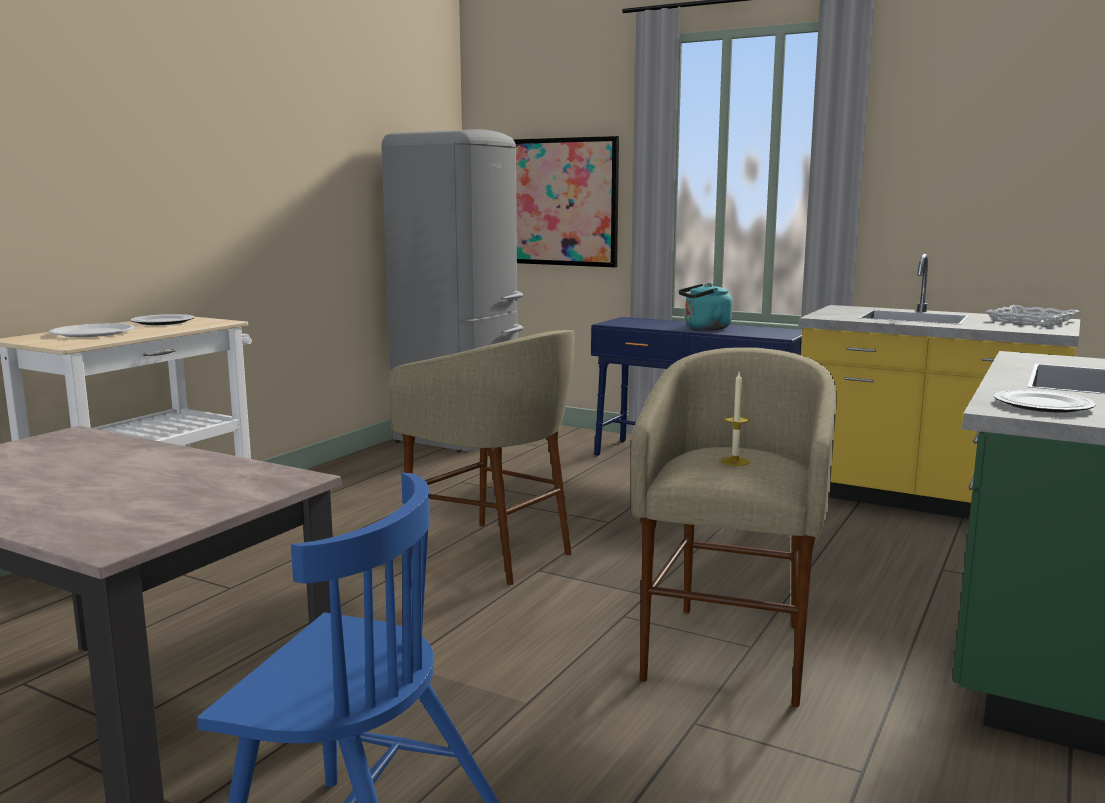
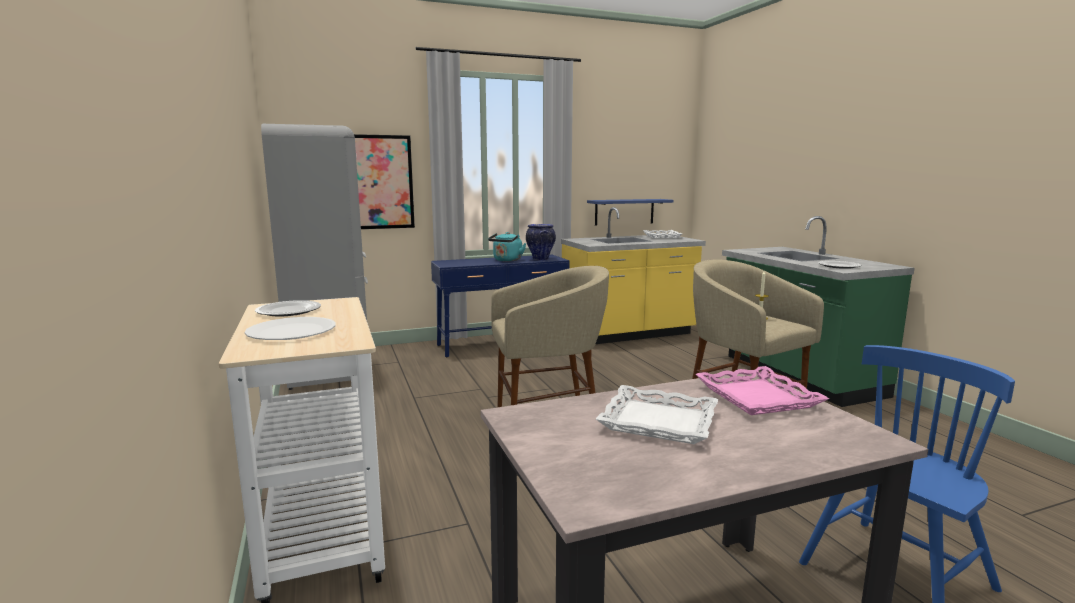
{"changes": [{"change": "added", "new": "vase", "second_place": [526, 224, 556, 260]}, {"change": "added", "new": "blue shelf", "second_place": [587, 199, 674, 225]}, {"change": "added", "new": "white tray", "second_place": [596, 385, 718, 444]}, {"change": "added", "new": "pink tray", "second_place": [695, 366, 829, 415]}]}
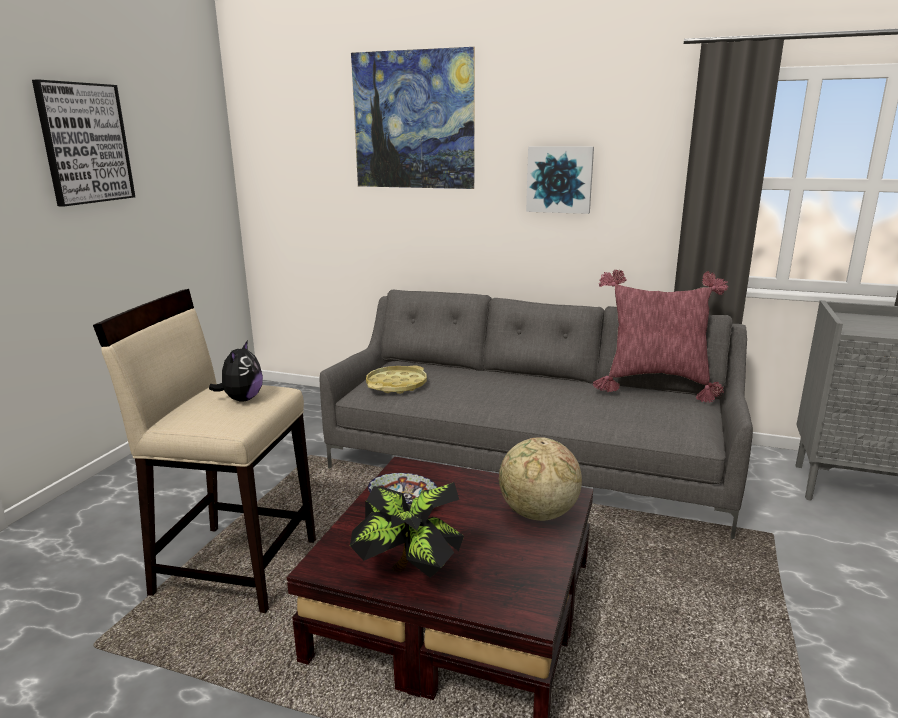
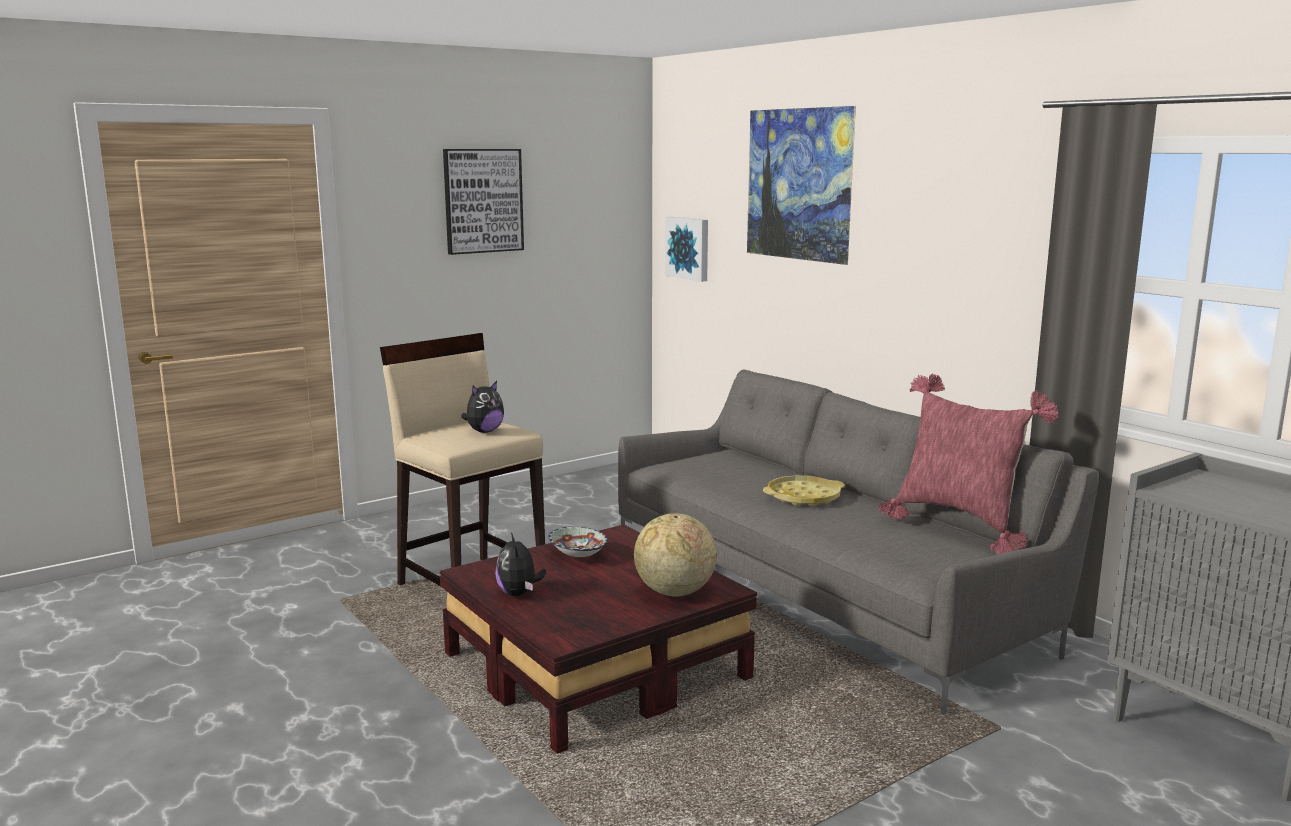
{"changes": [{"change": "replaced", "old": "potted plant", "new": "plush toy", "first_place": [350, 482, 464, 578], "second_place": [495, 533, 546, 596]}, {"change": "moved", "old": "yellow tray", "first_place": [366, 365, 427, 394], "second_place": [763, 476, 845, 506]}, {"change": "moved", "old": "picture", "first_place": [526, 146, 594, 214], "second_place": [665, 217, 708, 282]}]}
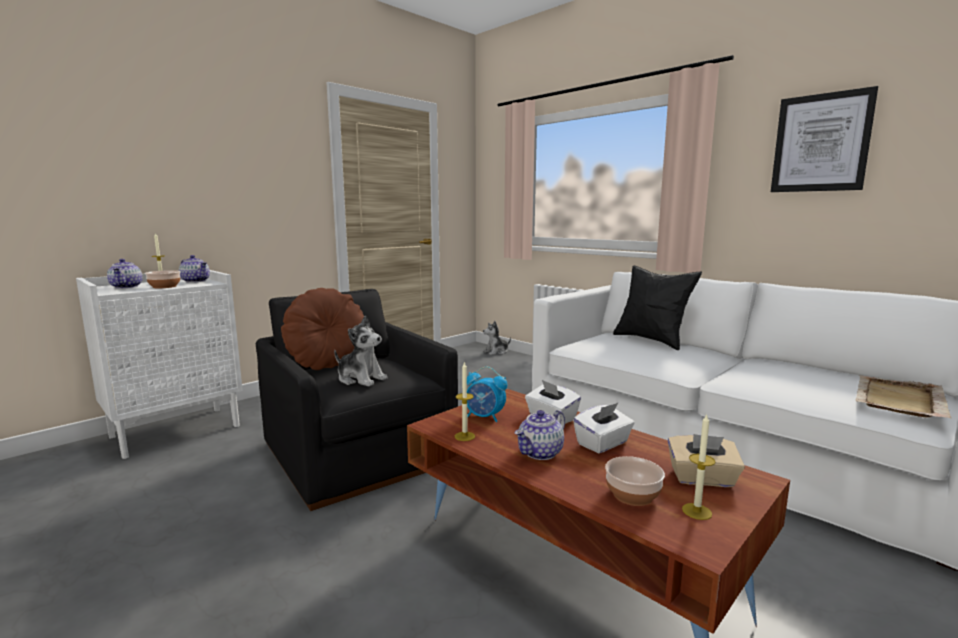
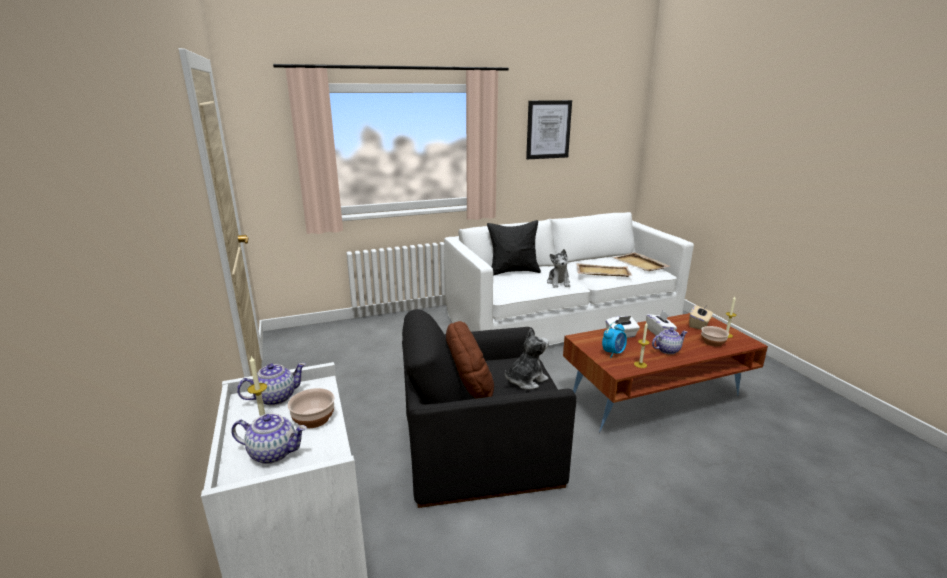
{"changes": [{"change": "moved", "old": "plush toy", "first_place": [483, 321, 511, 355], "second_place": [547, 249, 570, 288]}, {"change": "turned", "old": "teapot", "first_place": [515, 410, 565, 460], "second_place": [652, 328, 687, 354], "degrees": -90}, {"change": "added", "new": "beige tray", "second_place": [576, 263, 632, 277]}]}
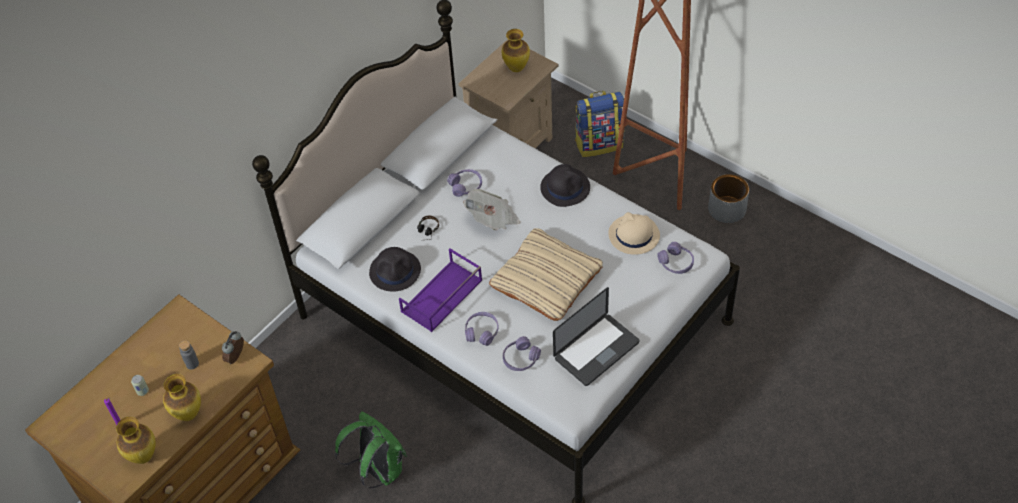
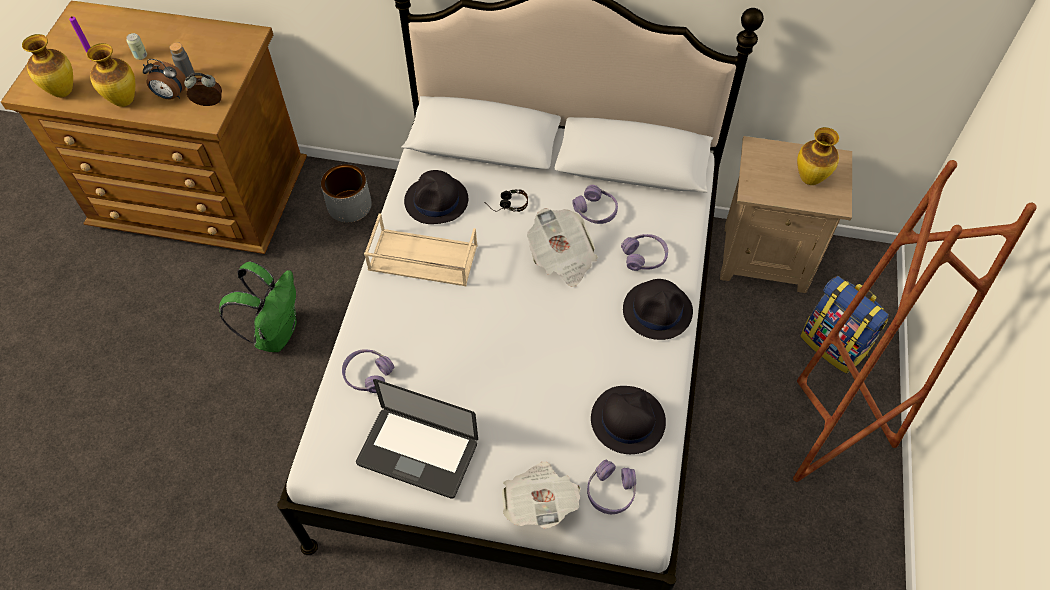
{"changes": [{"change": "recoloured", "old": "purple tray", "new": "beige tray", "first_place": [399, 249, 482, 332], "second_place": [364, 213, 478, 286]}, {"change": "moved", "old": "purple headphones", "first_place": [465, 312, 498, 346], "second_place": [621, 234, 668, 271]}, {"change": "removed", "old": "beige pillow", "first_place": [489, 228, 603, 321]}, {"change": "recoloured", "old": "beige hat", "new": "black hat", "first_place": [608, 212, 660, 255], "second_place": [591, 386, 666, 454]}, {"change": "moved", "old": "grey planter", "first_place": [708, 174, 749, 223], "second_place": [321, 164, 372, 223]}, {"change": "added", "new": "alarm clock", "second_place": [143, 59, 186, 99]}, {"change": "added", "new": "newspaper", "second_place": [502, 462, 581, 529]}]}
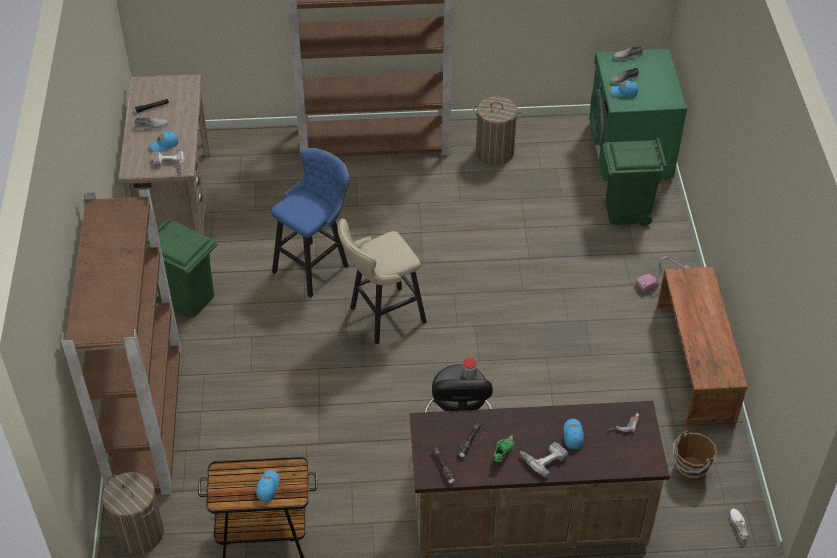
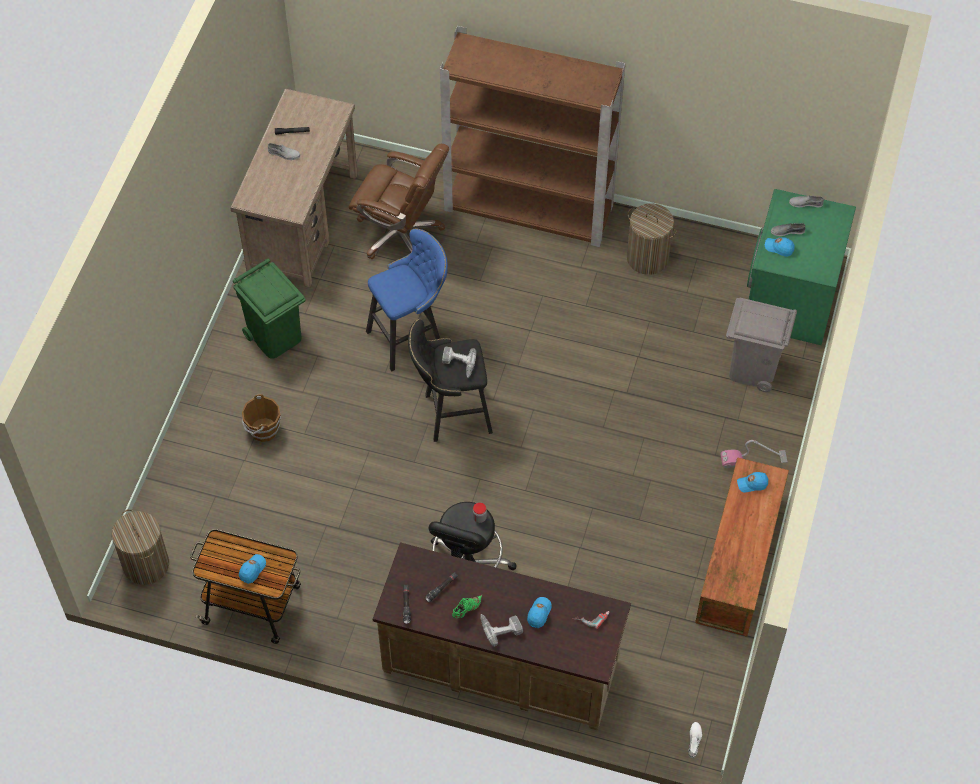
{"changes": [{"change": "removed", "old": "brown bookcase", "first_place": [61, 189, 182, 495]}, {"change": "moved", "old": "blue cap", "first_place": [150, 131, 178, 152], "second_place": [737, 472, 768, 493]}, {"change": "moved", "old": "power drill", "first_place": [153, 148, 185, 171], "second_place": [442, 347, 476, 378]}, {"change": "recoloured", "old": "beige stool", "new": "black stool", "first_place": [337, 218, 427, 344], "second_place": [408, 319, 493, 442]}, {"change": "recoloured", "old": "green trash can", "new": "grey trash can", "first_place": [603, 138, 667, 226], "second_place": [726, 298, 797, 392]}, {"change": "moved", "old": "brown bucket", "first_place": [672, 431, 717, 481], "second_place": [242, 394, 281, 442]}, {"change": "added", "new": "brown office chair", "second_place": [349, 144, 449, 259]}]}
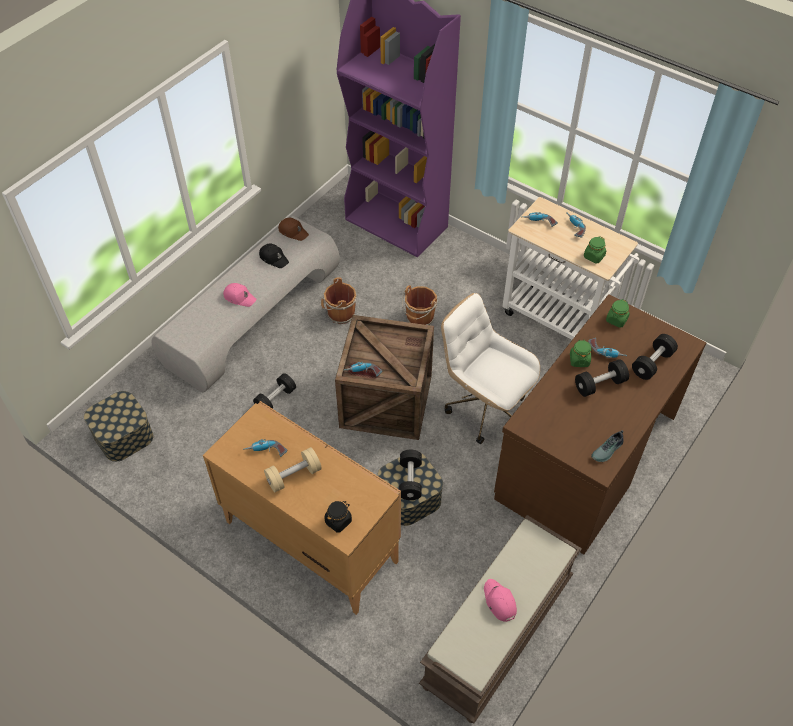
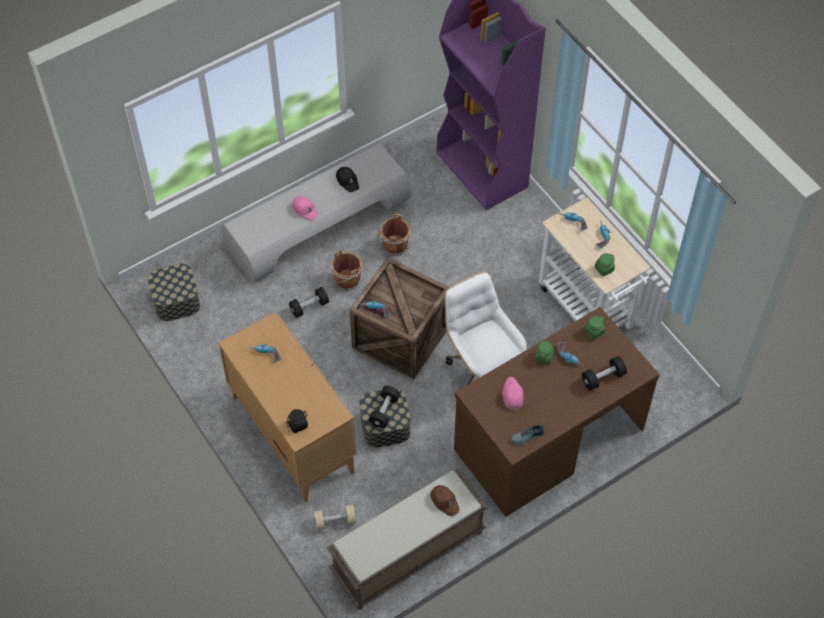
{"changes": [{"change": "moved", "old": "beige dumbbell", "first_place": [264, 447, 322, 492], "second_place": [314, 505, 356, 530]}, {"change": "moved", "old": "brown cap", "first_place": [278, 218, 309, 241], "second_place": [430, 485, 460, 516]}, {"change": "moved", "old": "brown bucket", "first_place": [402, 285, 438, 325], "second_place": [329, 250, 363, 291]}, {"change": "moved", "old": "pink cap", "first_place": [484, 579, 517, 622], "second_place": [502, 377, 524, 410]}, {"change": "removed", "old": "black dumbbell", "first_place": [575, 359, 629, 397]}]}
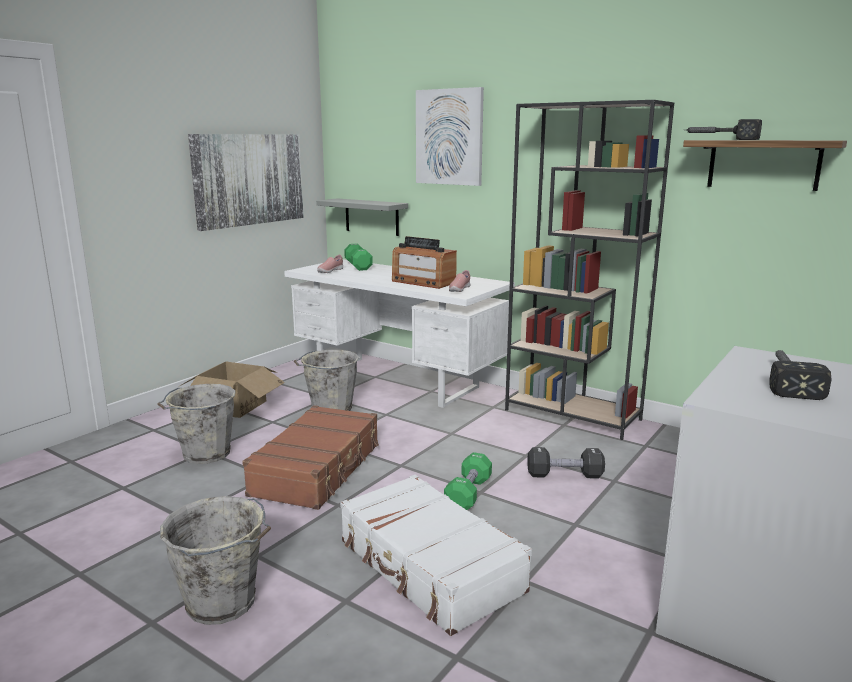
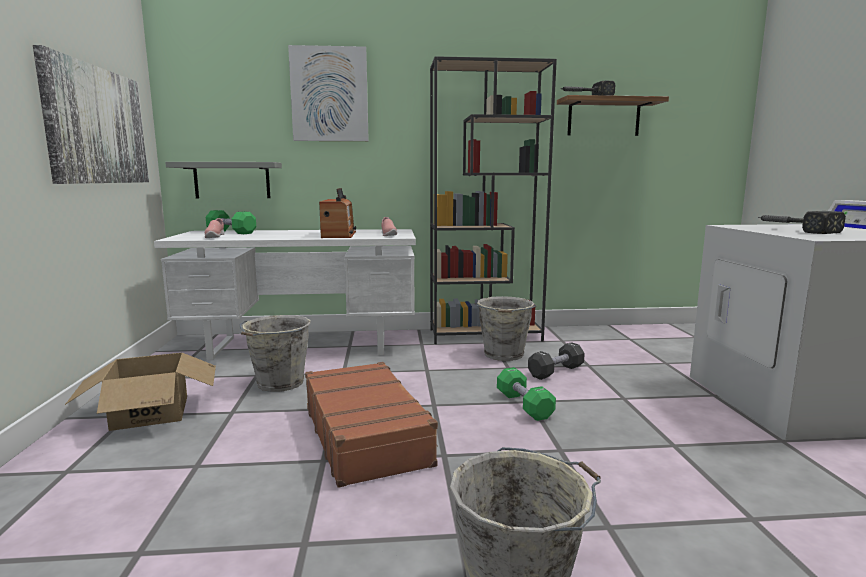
{"changes": [{"change": "moved", "old": "grey bucket", "first_place": [157, 384, 236, 464], "second_place": [474, 296, 536, 361]}, {"change": "removed", "old": "white suitcase", "first_place": [340, 475, 532, 636]}, {"change": "turned", "old": "radio", "first_place": [392, 236, 457, 289], "second_place": [319, 188, 356, 238], "degrees": -90}]}
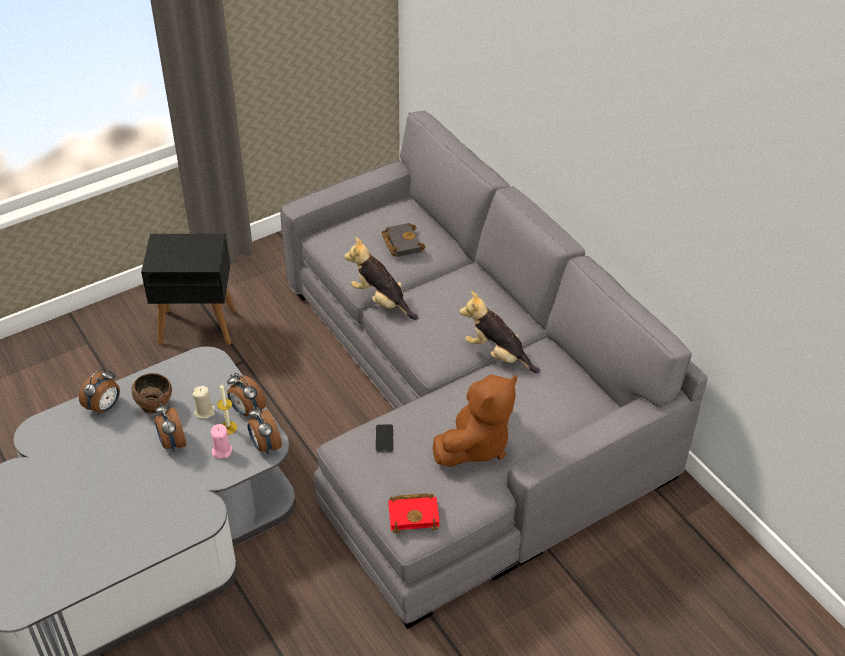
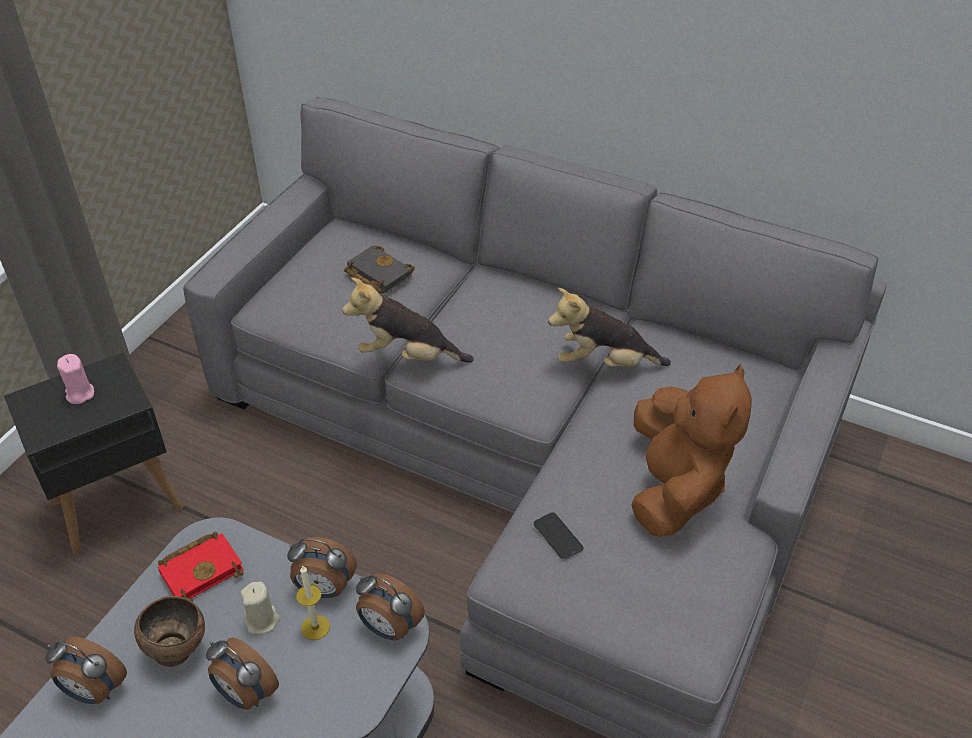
{"changes": [{"change": "turned", "old": "alarm clock", "first_place": [79, 369, 120, 415], "second_place": [45, 637, 127, 704], "degrees": 105}, {"change": "moved", "old": "pink candle", "first_place": [211, 424, 232, 459], "second_place": [57, 354, 94, 404]}, {"change": "moved", "old": "red book", "first_place": [388, 493, 440, 533], "second_place": [158, 532, 244, 601]}]}
